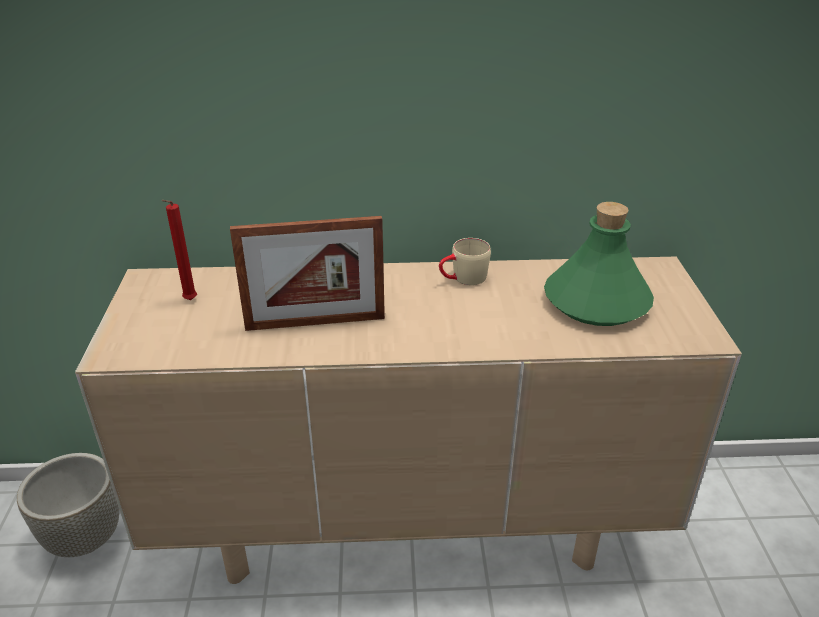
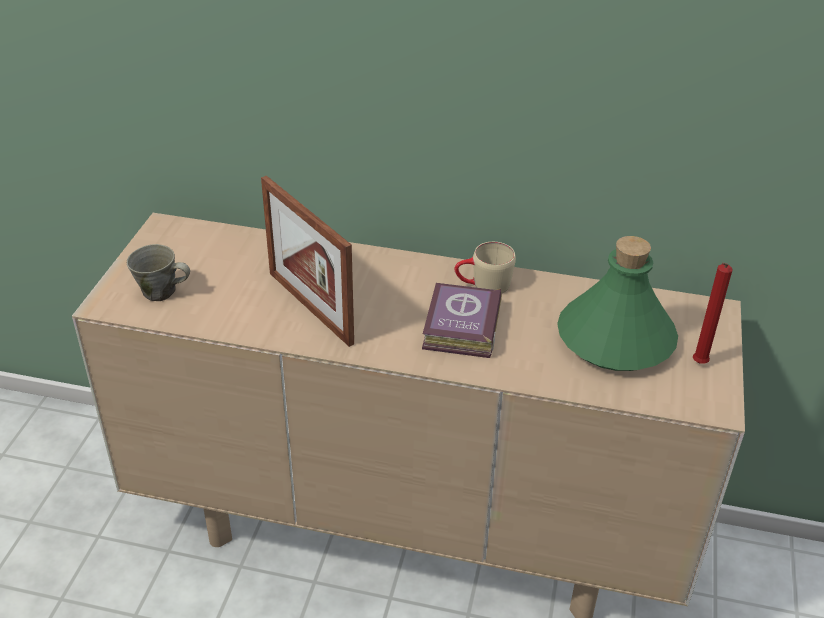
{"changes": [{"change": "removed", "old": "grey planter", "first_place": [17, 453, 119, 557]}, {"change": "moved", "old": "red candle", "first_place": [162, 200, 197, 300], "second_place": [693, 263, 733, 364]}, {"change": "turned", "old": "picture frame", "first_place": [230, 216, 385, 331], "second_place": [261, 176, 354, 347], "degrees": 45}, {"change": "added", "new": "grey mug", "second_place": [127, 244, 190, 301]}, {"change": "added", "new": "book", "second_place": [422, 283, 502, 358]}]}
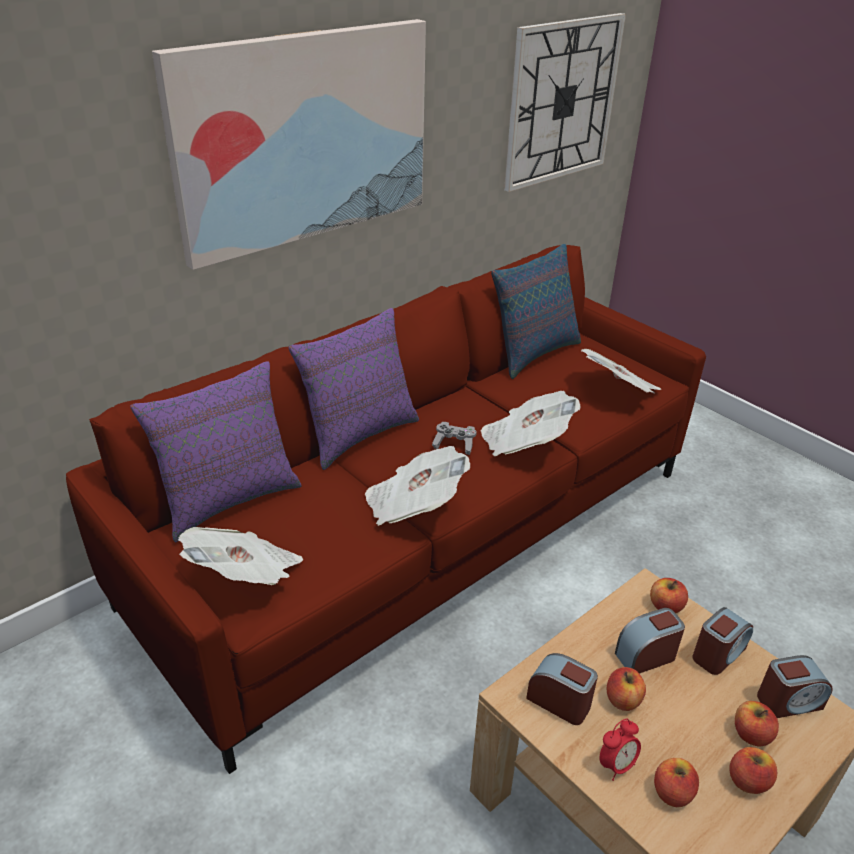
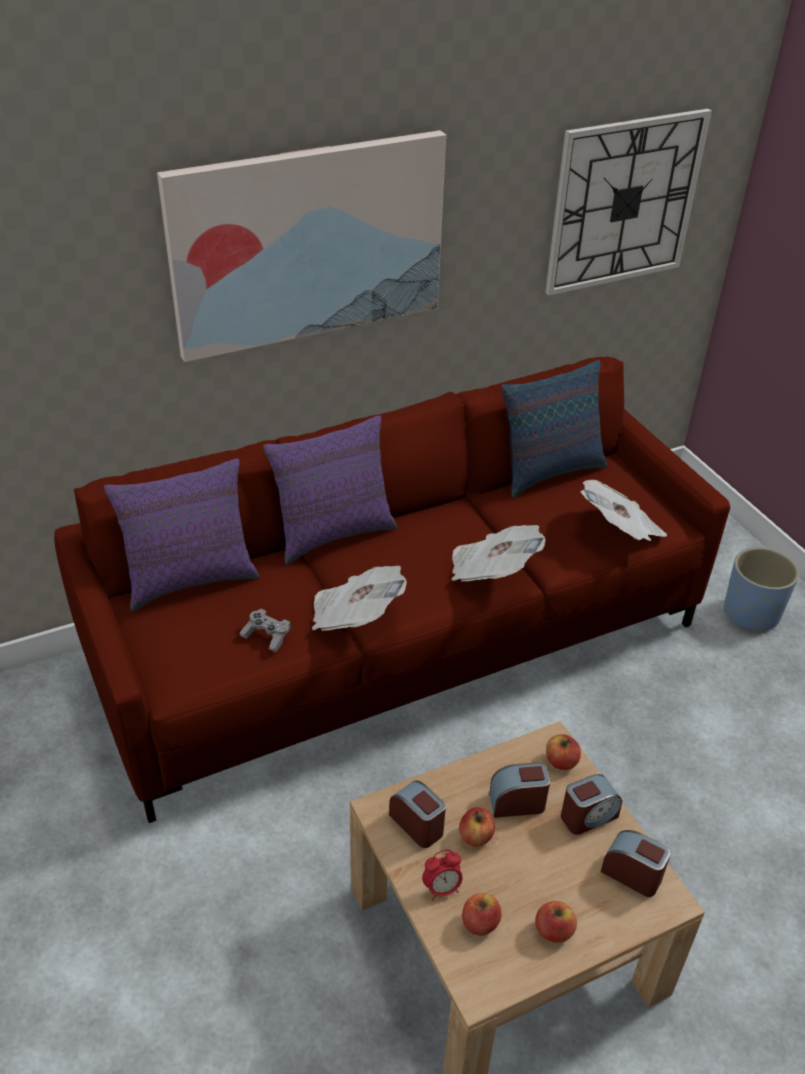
{"changes": [{"change": "removed", "old": "newspaper", "first_place": [178, 527, 303, 585]}, {"change": "moved", "old": "grey game controller", "first_place": [432, 422, 477, 455], "second_place": [239, 609, 291, 652]}, {"change": "removed", "old": "apple", "first_place": [735, 701, 779, 746]}, {"change": "turned", "old": "alarm clock", "first_place": [757, 655, 833, 718], "second_place": [601, 830, 671, 897], "degrees": -150}, {"change": "added", "new": "blue planter", "second_place": [724, 547, 799, 633]}]}
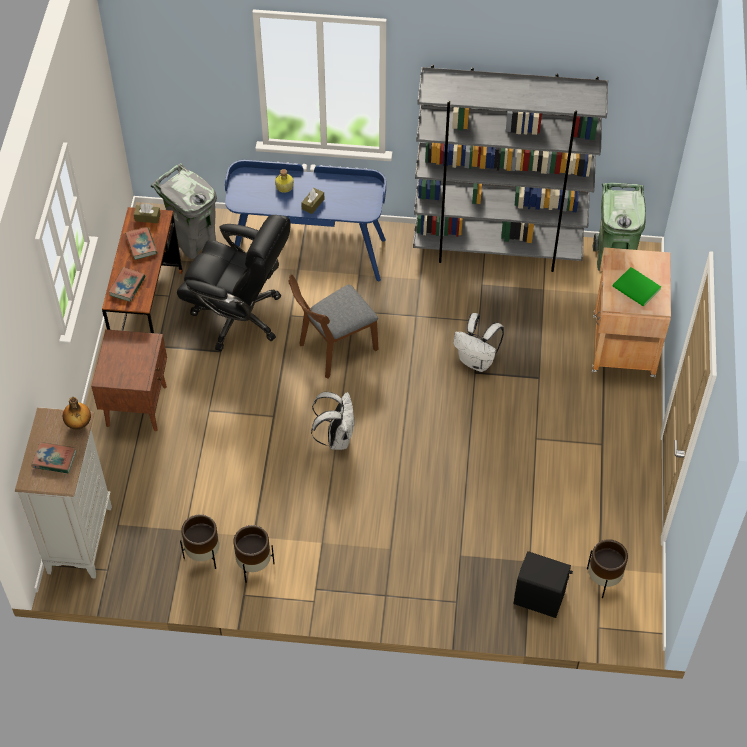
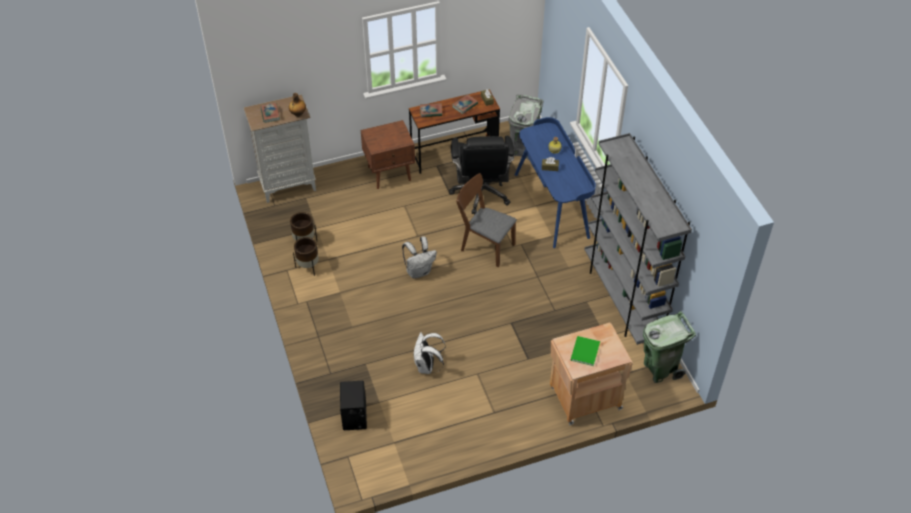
{"changes": [{"change": "moved", "old": "white backpack", "first_place": [453, 313, 504, 372], "second_place": [414, 332, 446, 374]}, {"change": "removed", "old": "brown planter", "first_place": [587, 539, 628, 598]}]}
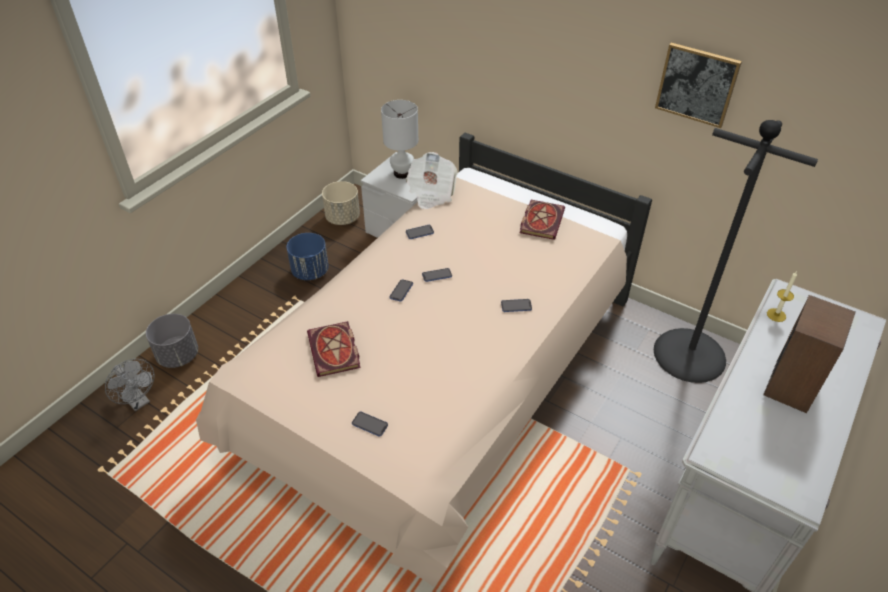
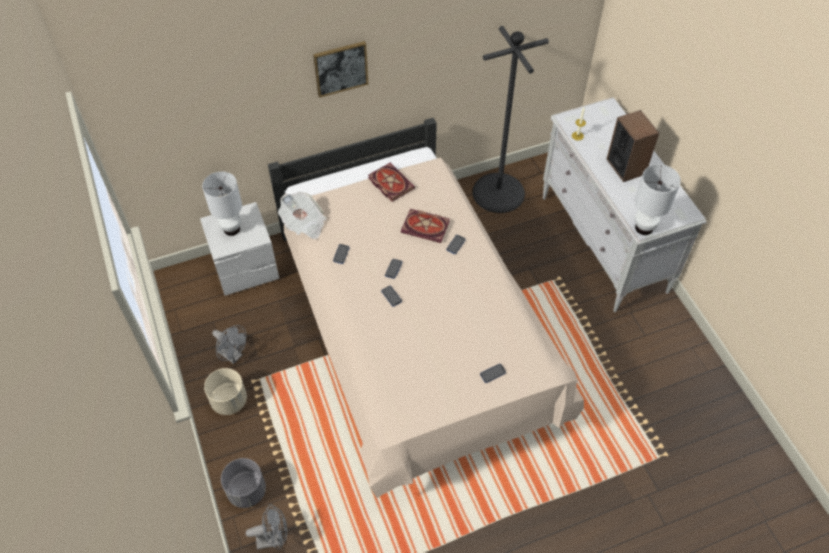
{"changes": [{"change": "replaced", "old": "blue planter", "new": "grey fan", "first_place": [287, 233, 329, 280], "second_place": [212, 325, 246, 364]}, {"change": "moved", "old": "book", "first_place": [307, 321, 361, 377], "second_place": [401, 209, 450, 243]}, {"change": "moved", "old": "beige planter", "first_place": [322, 181, 360, 225], "second_place": [204, 368, 247, 415]}, {"change": "moved", "old": "picture", "first_place": [655, 43, 742, 128], "second_place": [313, 41, 368, 98]}, {"change": "added", "new": "white table lamp", "second_place": [635, 164, 681, 235]}]}
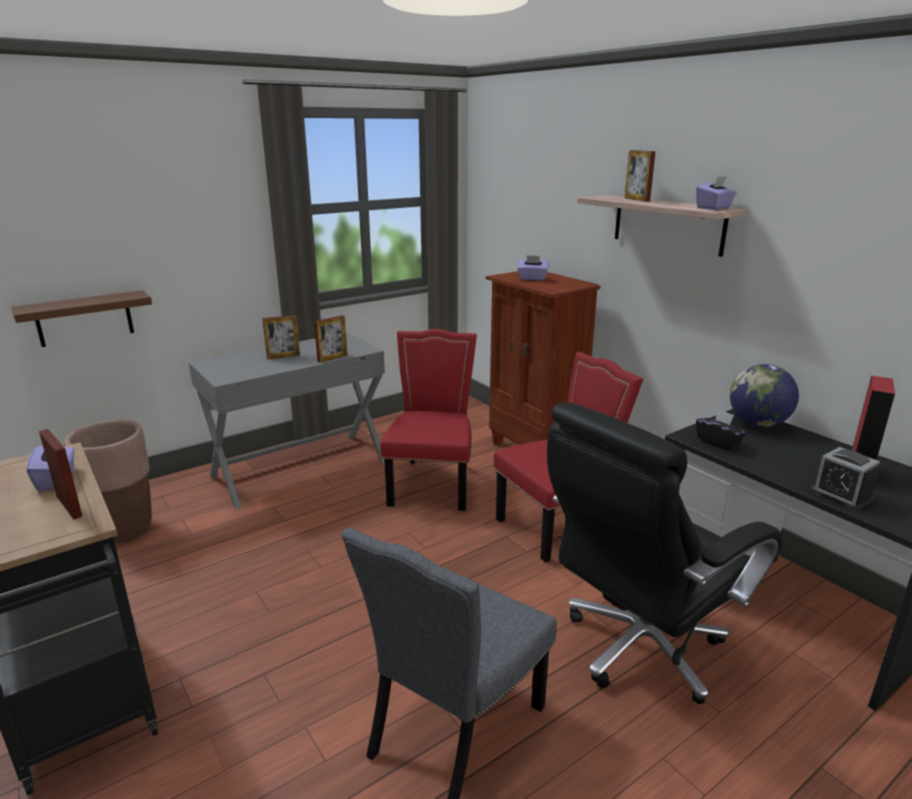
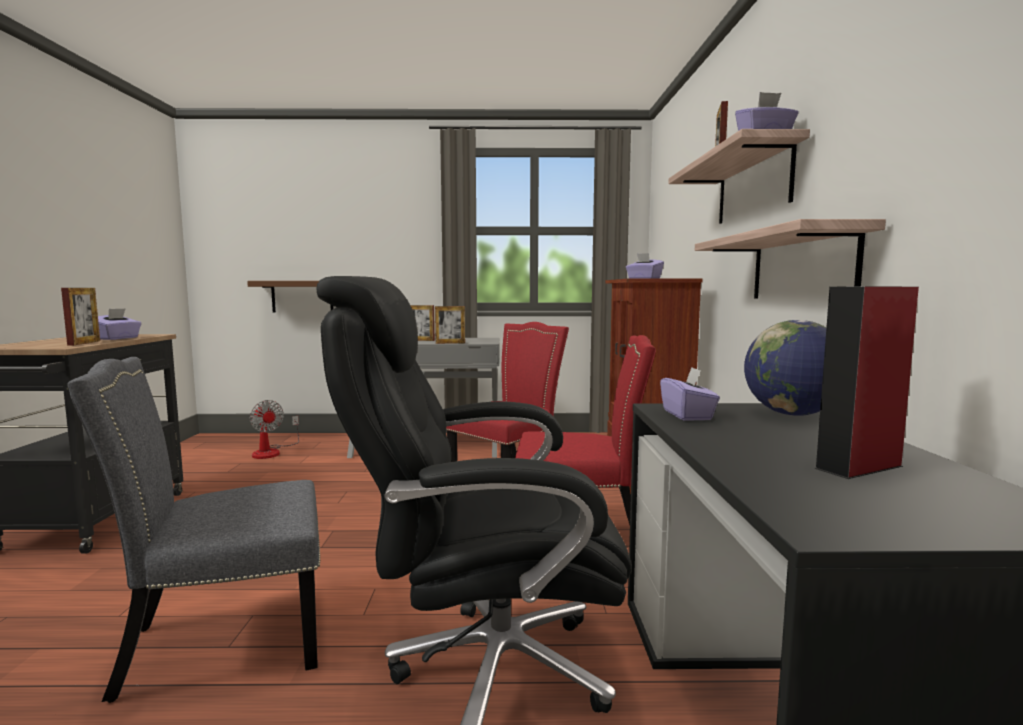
{"changes": [{"change": "replaced", "old": "brown planter", "new": "fan", "first_place": [64, 420, 152, 543], "second_place": [250, 400, 299, 459]}, {"change": "recoloured", "old": "black tissue box", "new": "purple tissue box", "first_place": [696, 409, 747, 451], "second_place": [660, 367, 720, 421]}, {"change": "removed", "old": "alarm clock", "first_place": [810, 447, 880, 511]}, {"change": "added", "new": "shelf", "second_place": [695, 219, 886, 298]}]}
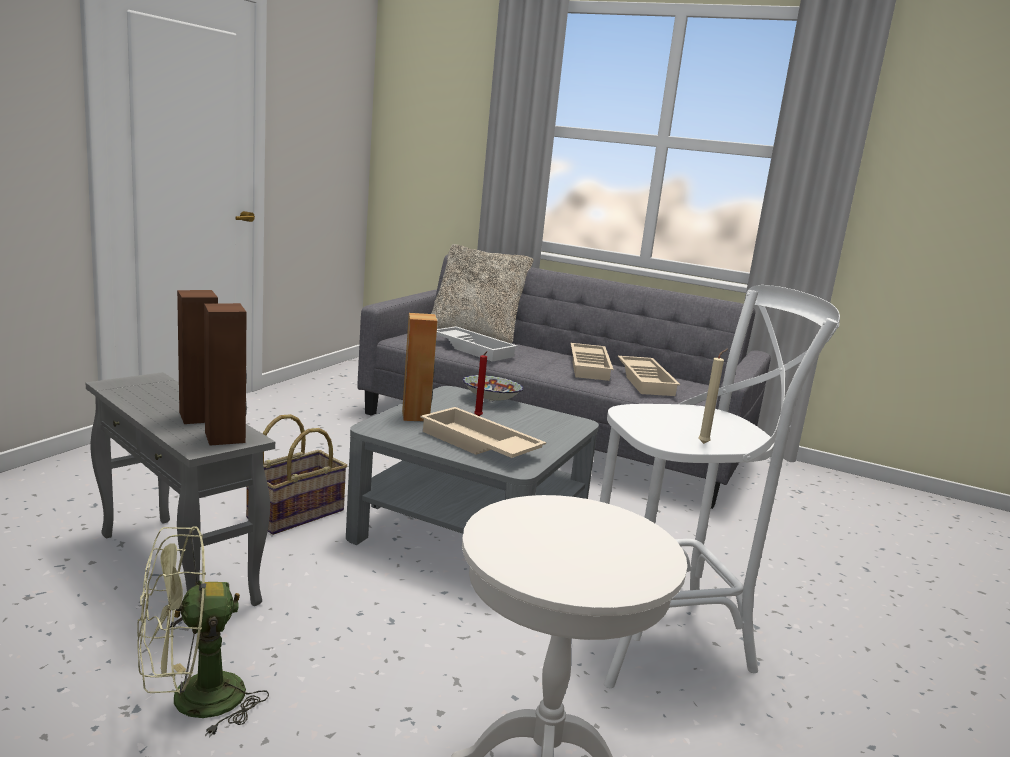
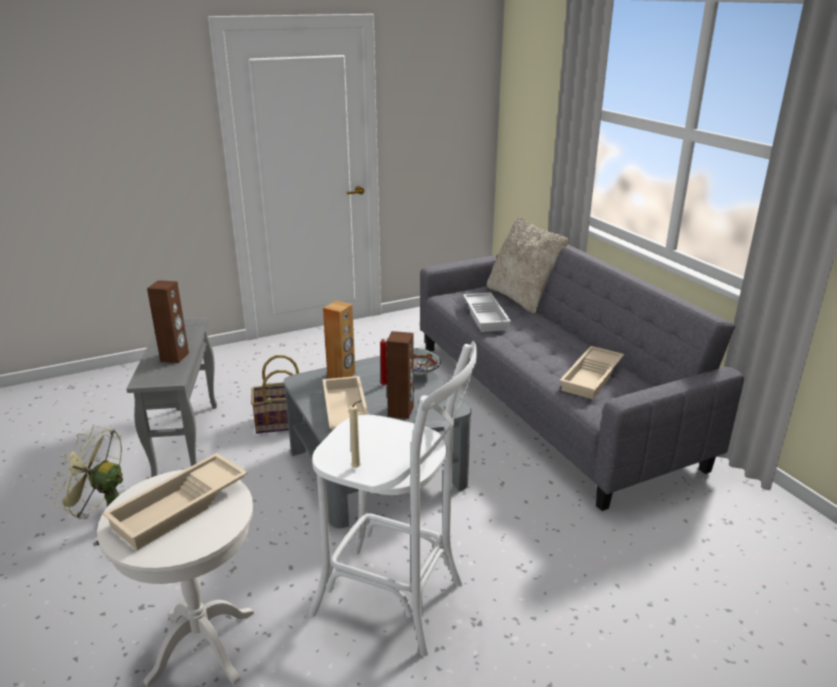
{"changes": [{"change": "moved", "old": "brown speaker", "first_place": [204, 303, 247, 446], "second_place": [386, 331, 414, 419]}, {"change": "moved", "old": "beige tray", "first_place": [571, 343, 613, 381], "second_place": [103, 453, 248, 550]}]}
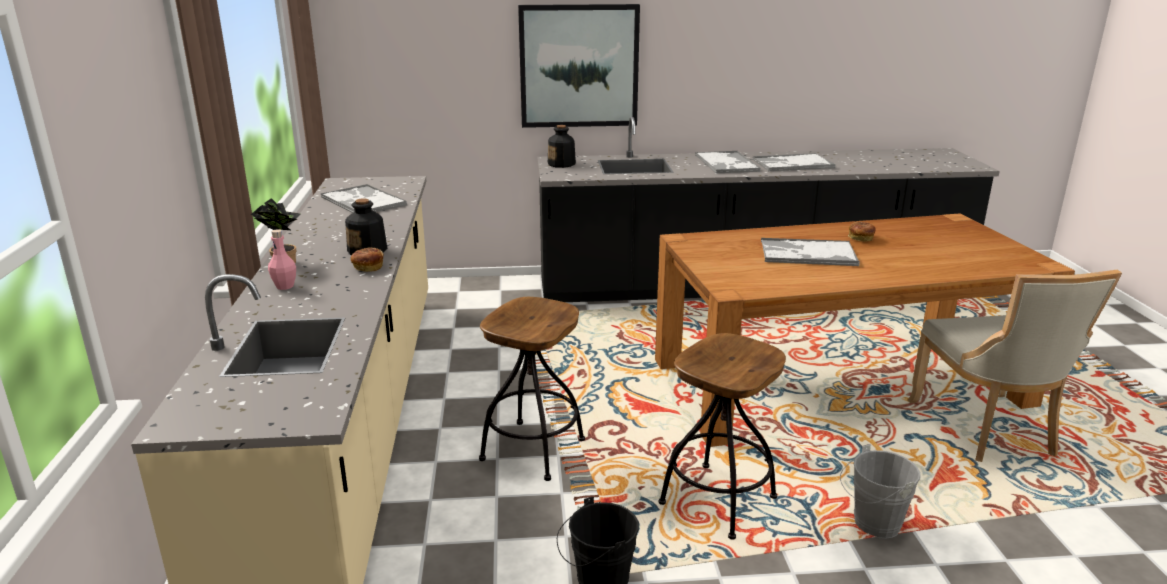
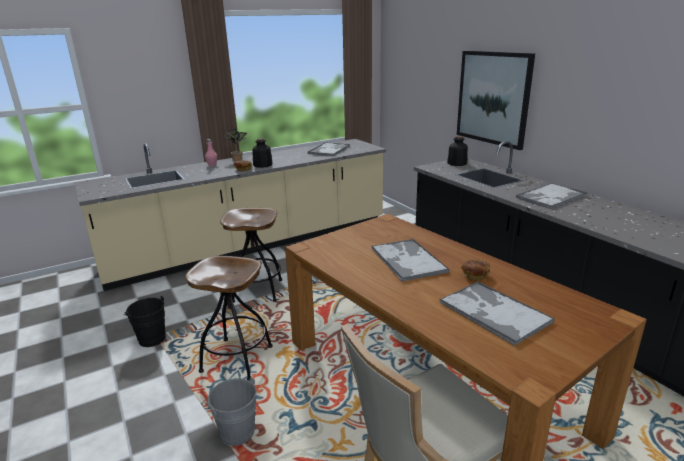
{"changes": [{"change": "moved", "old": "tray", "first_place": [752, 153, 836, 171], "second_place": [440, 281, 555, 346]}]}
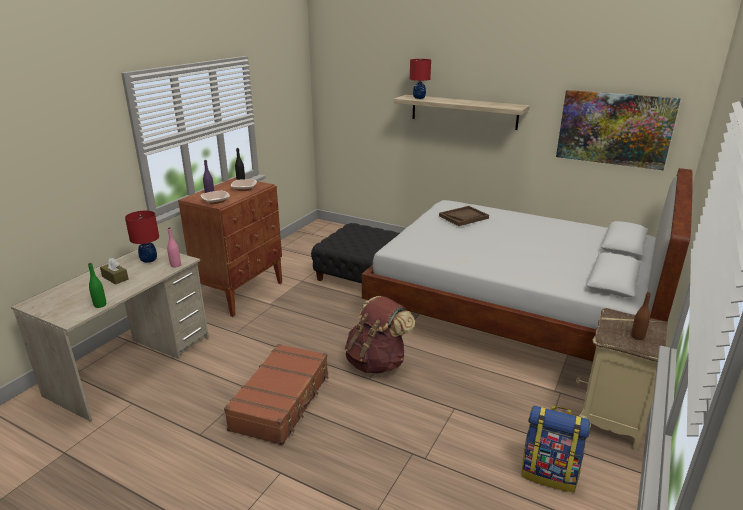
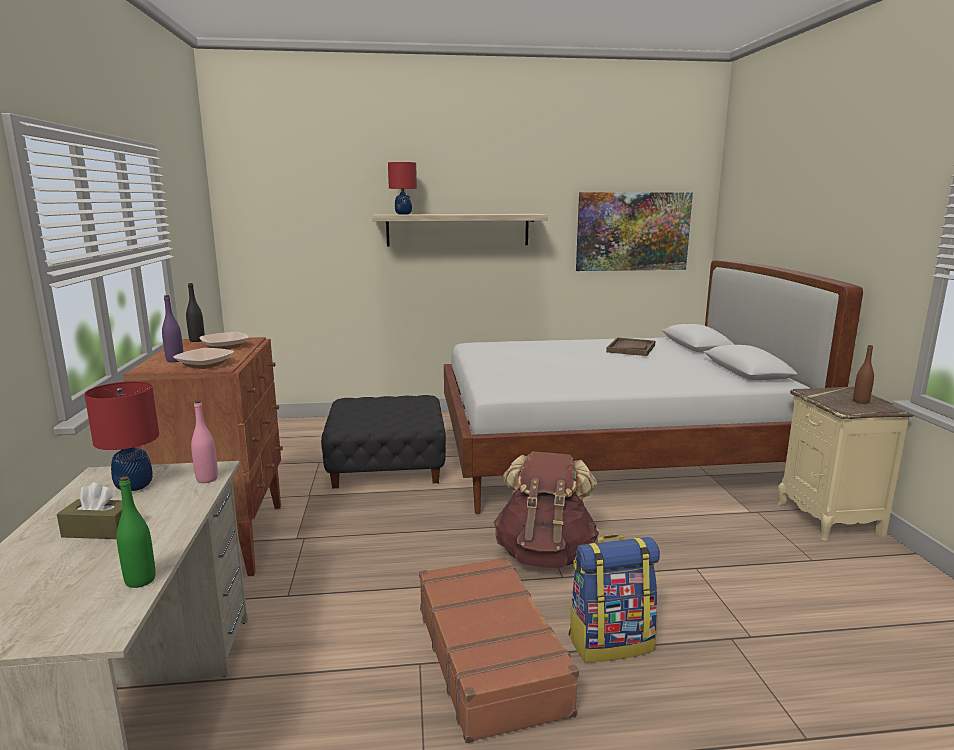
{"changes": [{"change": "moved", "old": "brown tray", "first_place": [439, 206, 489, 226], "second_place": [606, 337, 655, 356]}, {"change": "moved", "old": "backpack", "first_place": [521, 405, 590, 492], "second_place": [568, 534, 660, 662]}]}
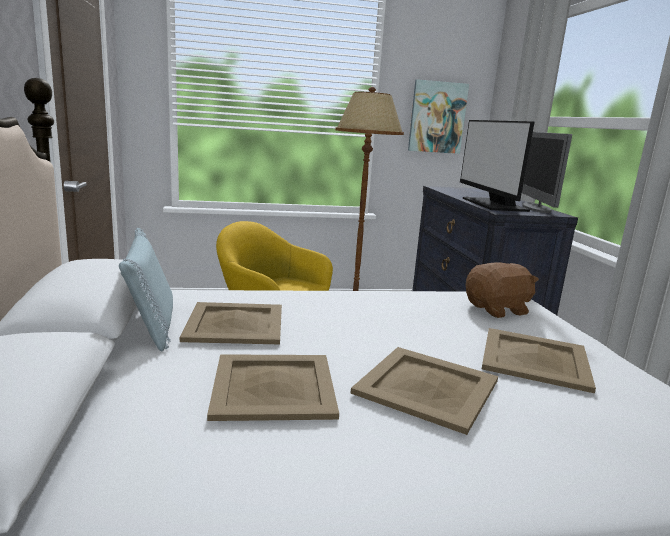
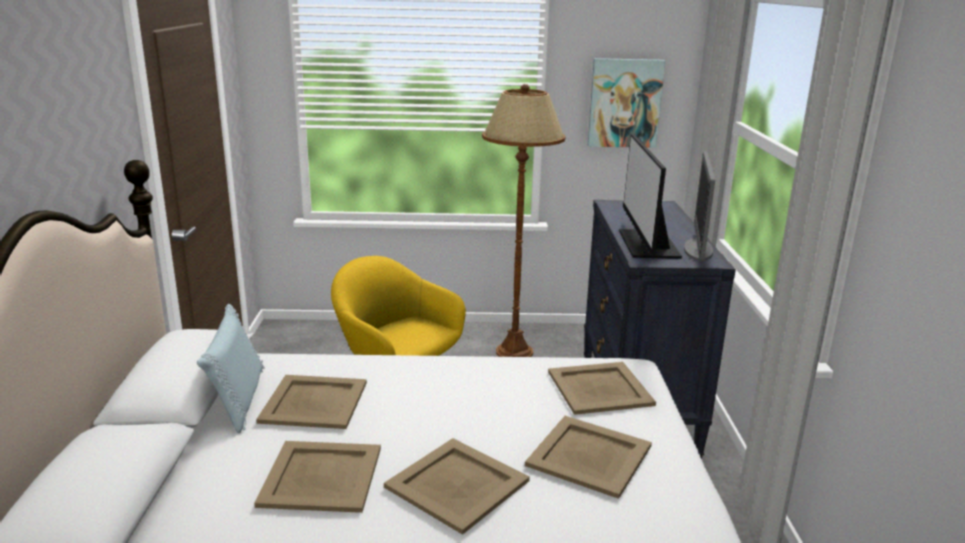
{"changes": [{"change": "replaced", "old": "brown plush toy", "new": "beige tray", "first_place": [466, 262, 539, 318], "second_place": [548, 362, 656, 415]}]}
